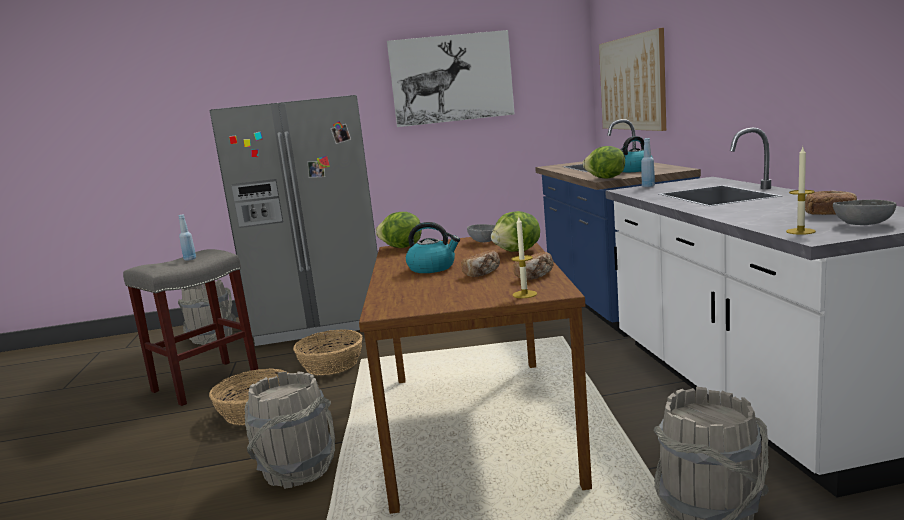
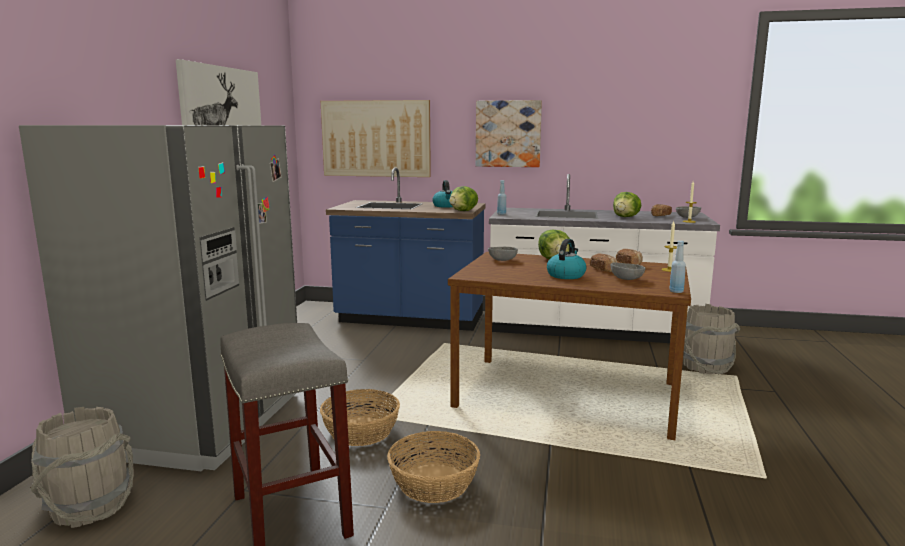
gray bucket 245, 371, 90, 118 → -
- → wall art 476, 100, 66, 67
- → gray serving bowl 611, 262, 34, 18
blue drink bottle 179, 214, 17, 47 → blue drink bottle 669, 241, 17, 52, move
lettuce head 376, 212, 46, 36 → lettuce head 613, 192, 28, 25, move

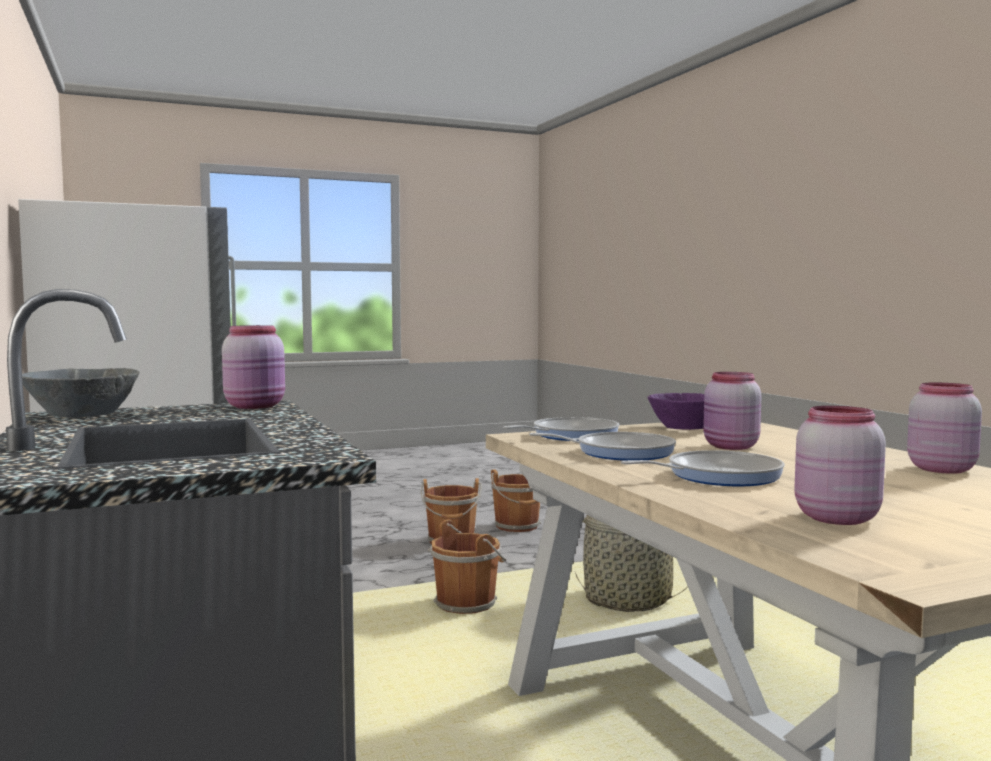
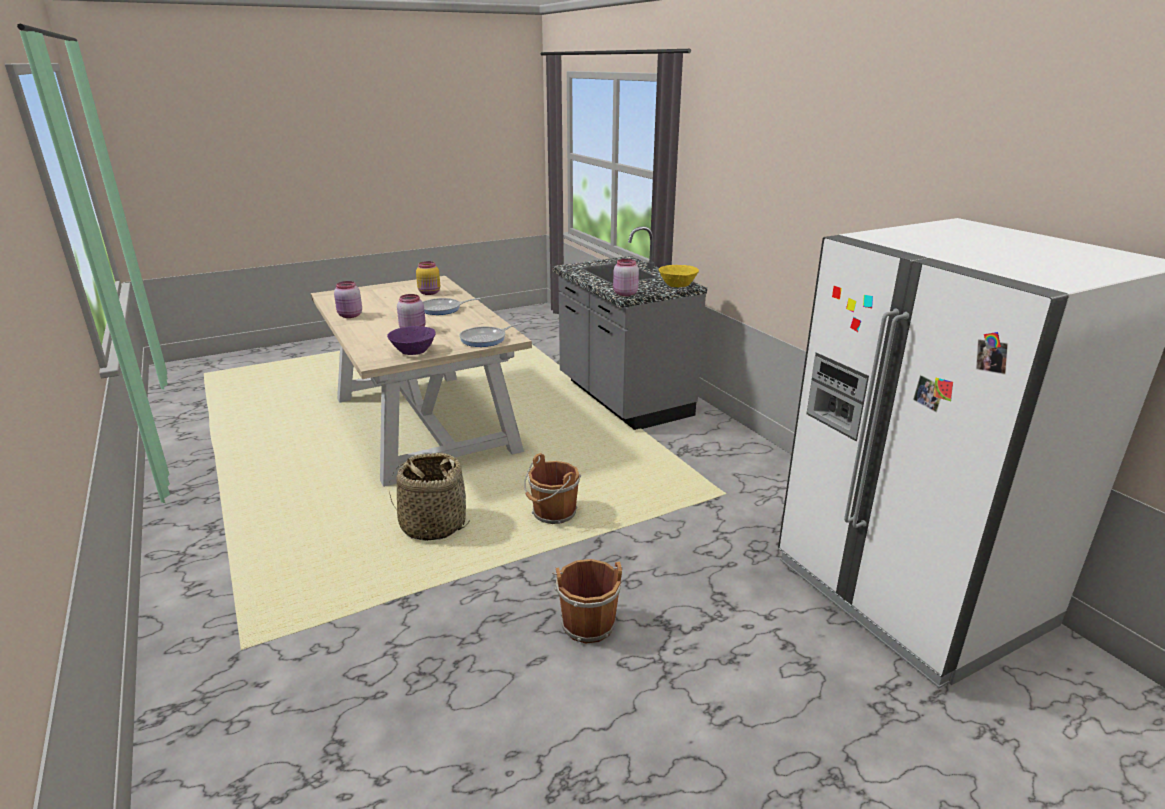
brownish bucket 491, 469, 50, 63 → -
skillet 529, 432, 147, 29 → -
gray serving bowl 22, 368, 118, 49 → yellow serving bowl 659, 265, 40, 22
pink jar 794, 406, 92, 119 → yellow jar 416, 261, 24, 34

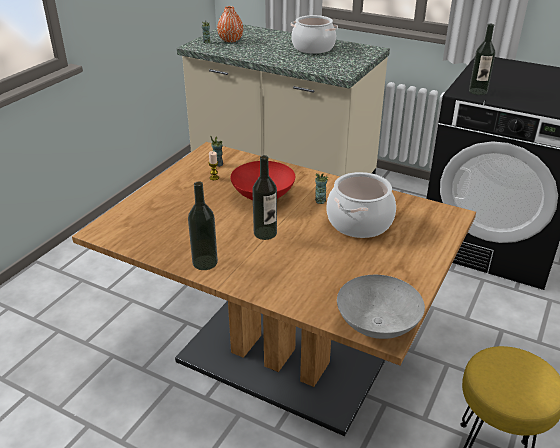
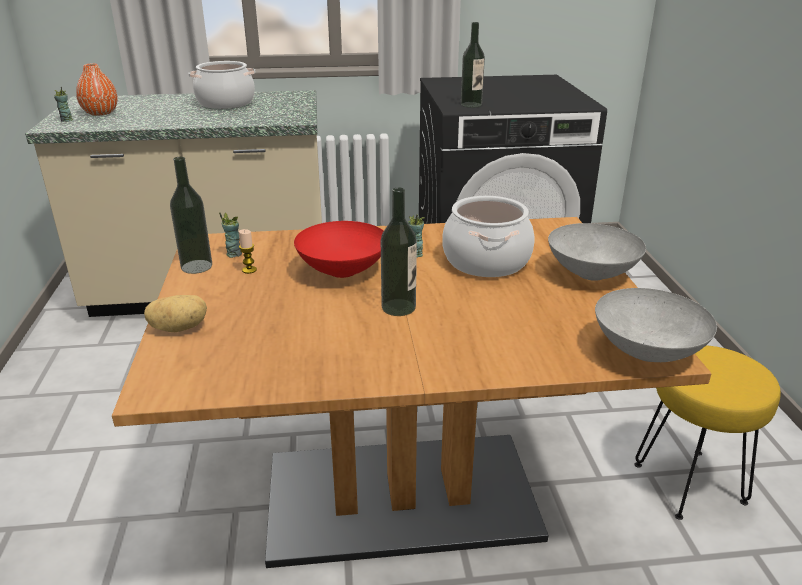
- → whole potato 144, 295, 63, 37
- → gray serving bowl 548, 223, 98, 58
drink bottle 188, 182, 30, 88 → drink bottle 170, 157, 42, 117, move

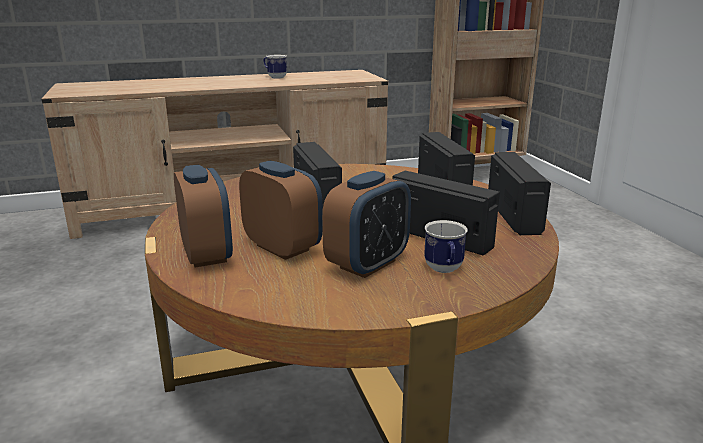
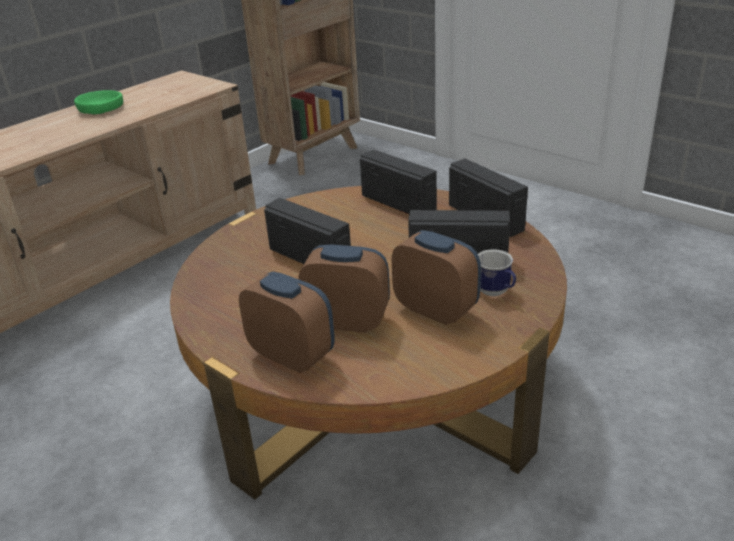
tea mug 263, 55, 24, 24 → green-coloured serving bowl 74, 90, 49, 24
alarm clock 322, 171, 89, 107 → alarm clock 392, 230, 89, 95, 60 degrees counterclockwise

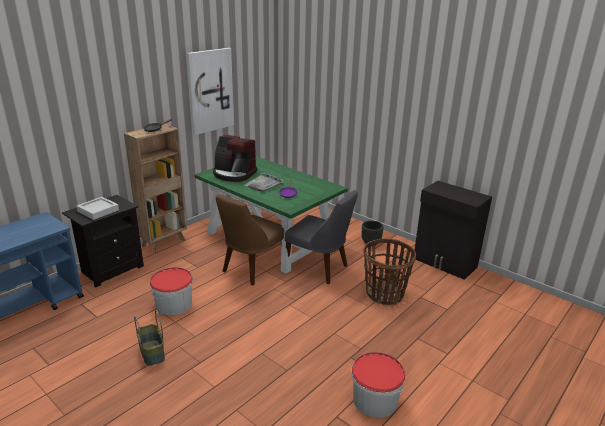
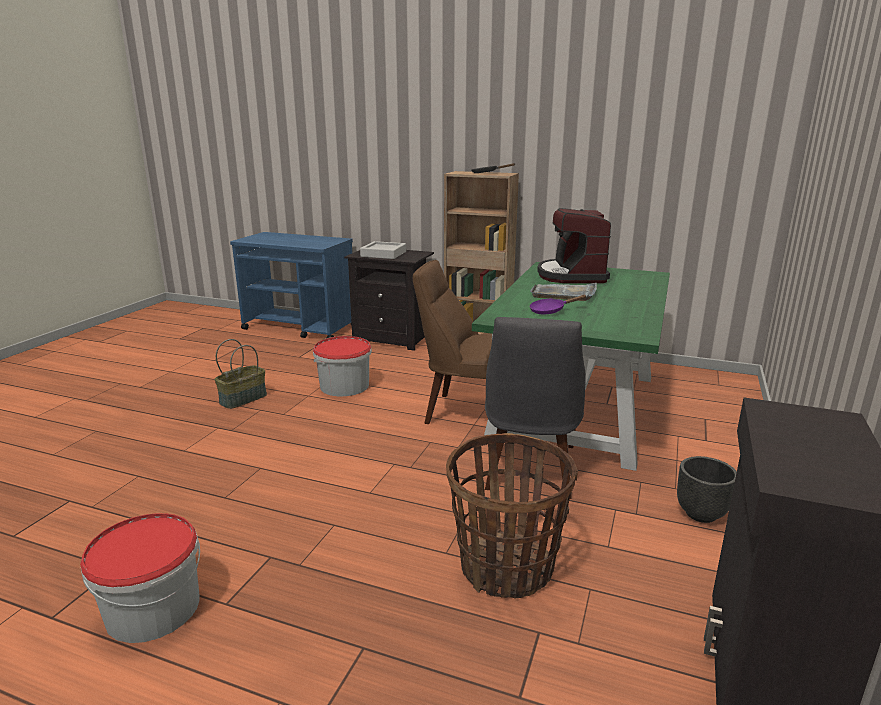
wall art 187, 48, 47, 87 → -

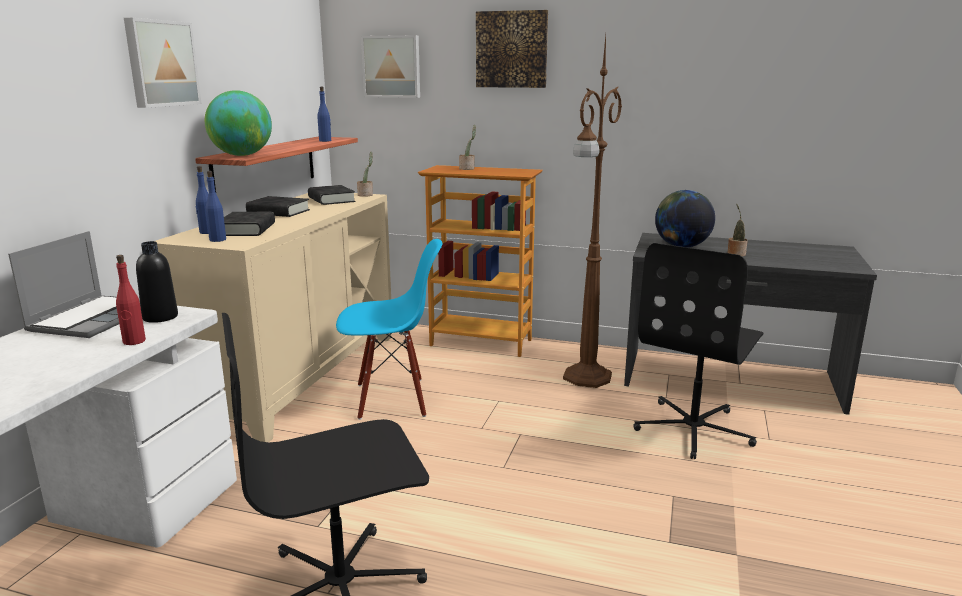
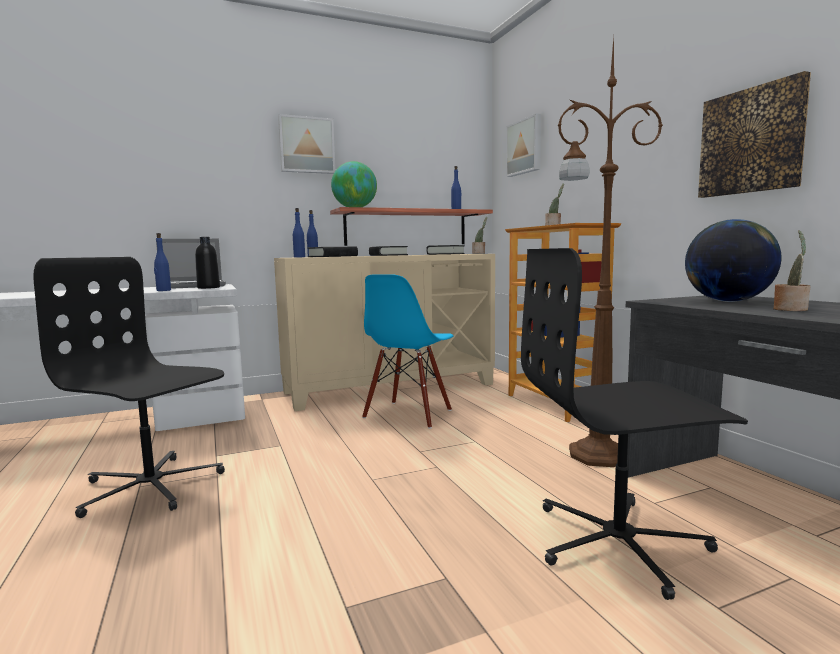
wall art 476, 10, 72, 78 → wall art 698, 71, 113, 127, move
red drink bottle 116, 255, 30, 90 → blue drink bottle 154, 233, 17, 58
blue chair 336, 239, 107, 181 → blue chair 362, 274, 92, 155, 75 degrees clockwise

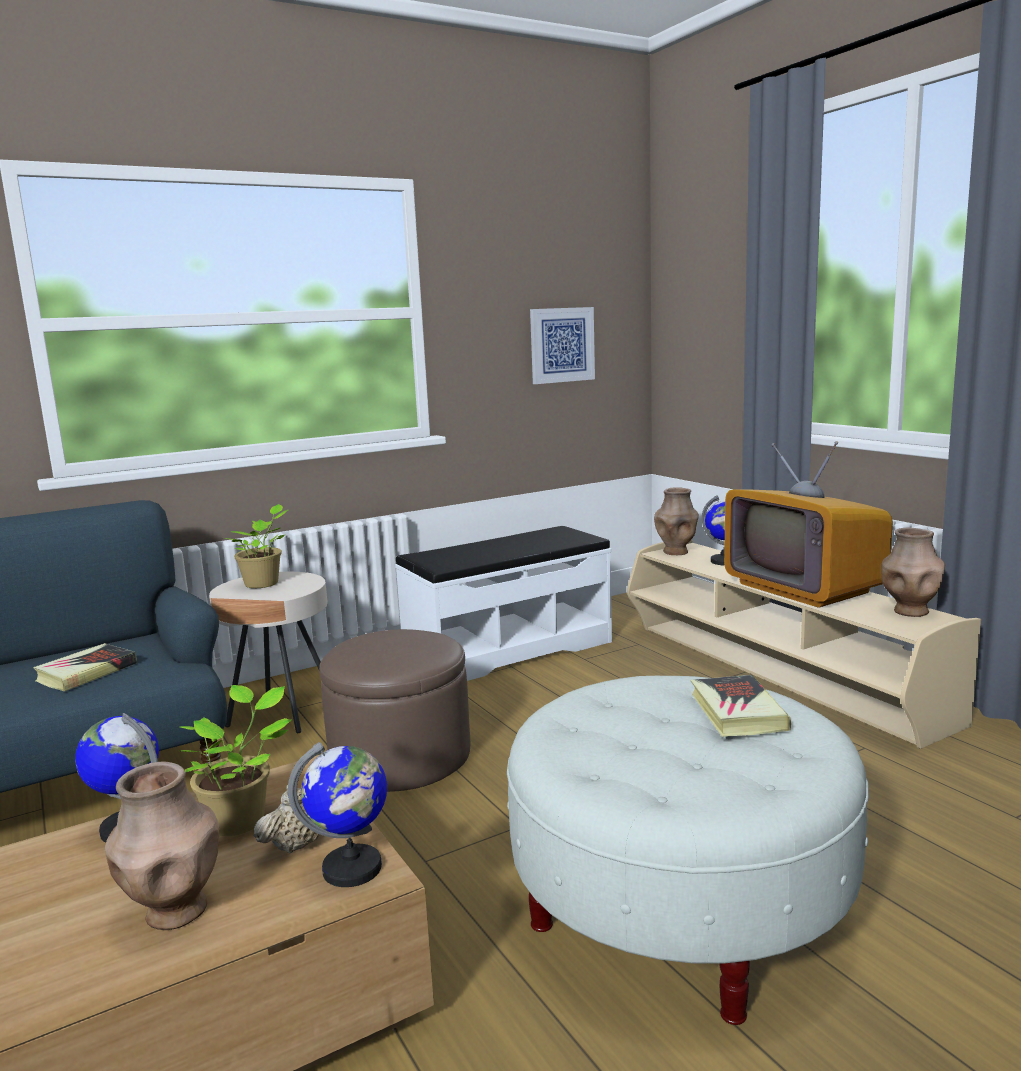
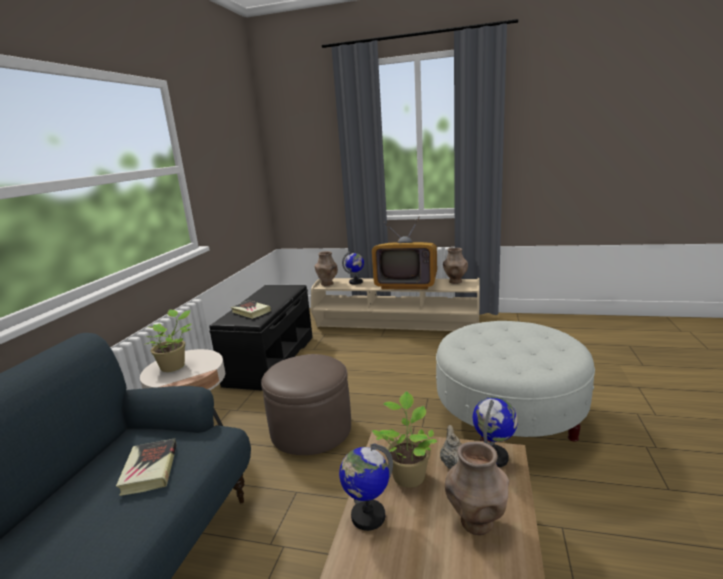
wall art 530, 307, 65, 77 → -
bound book 691, 675, 100, 62 → bound book 231, 300, 40, 19, move
whitish indoor bench 395, 526, 217, 155 → black indoor bench 209, 285, 104, 106

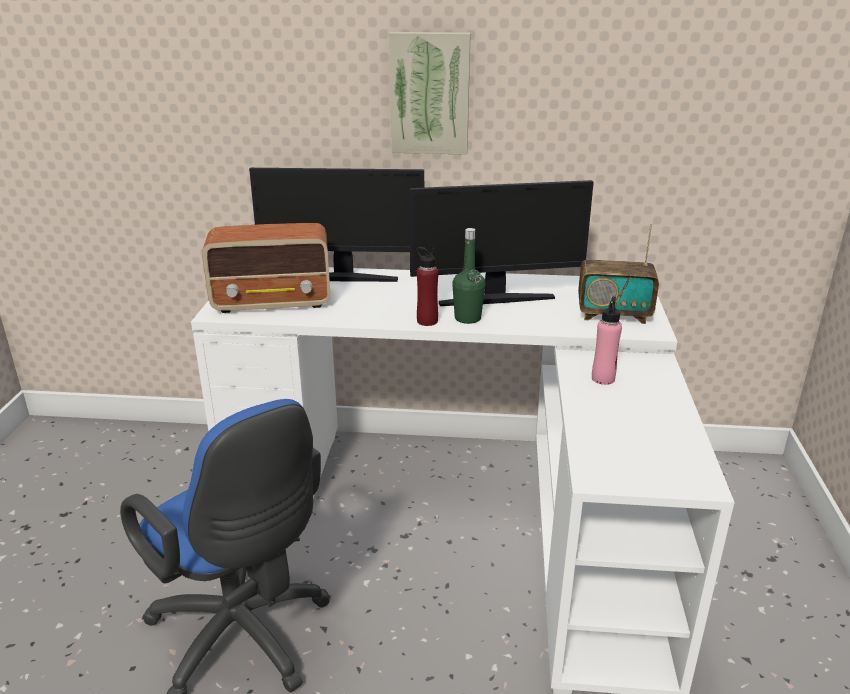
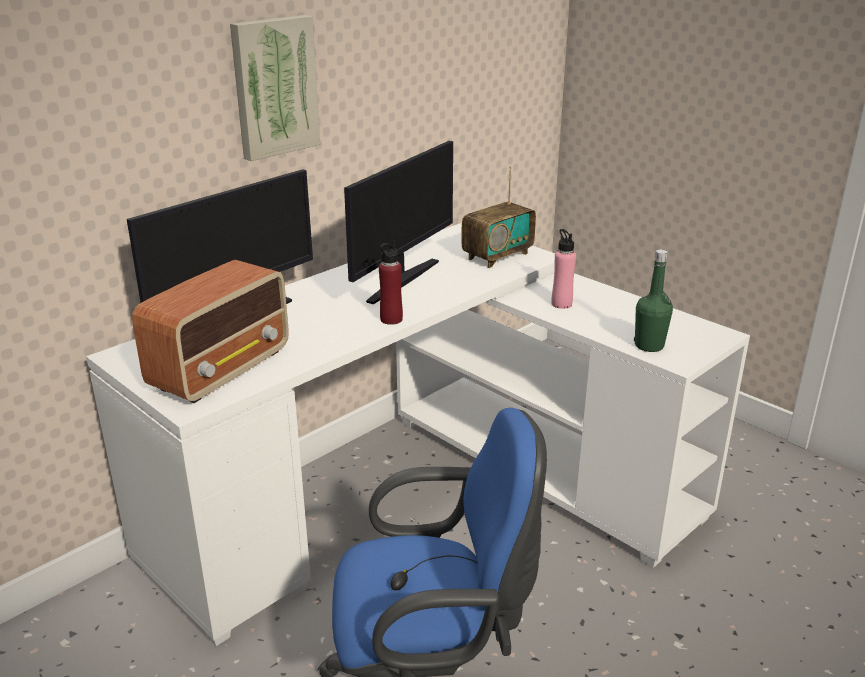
green-coloured drink bottle 452, 228, 33, 96 → green-coloured drink bottle 634, 249, 39, 103, move

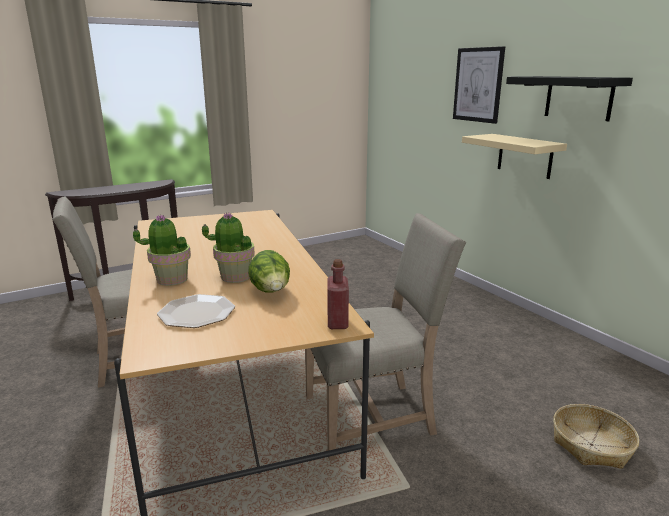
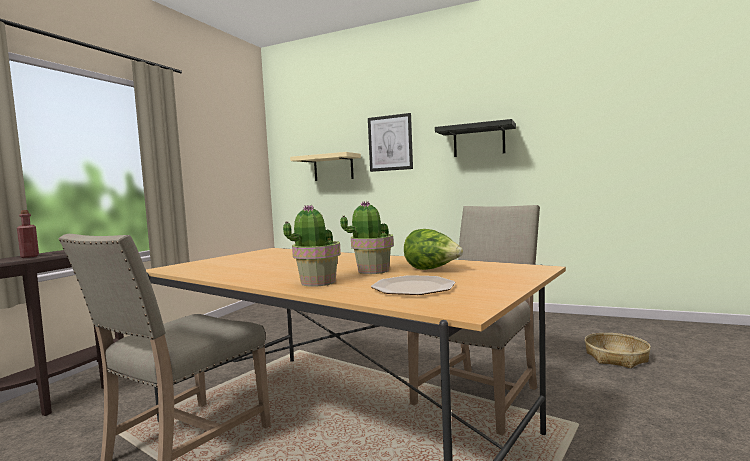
red drink bottle 327, 259, 22, 70 → red drink bottle 17, 210, 22, 48, move
beige-coloured bracket shelf 462, 134, 105, 45 → beige-coloured bracket shelf 290, 152, 71, 29, move

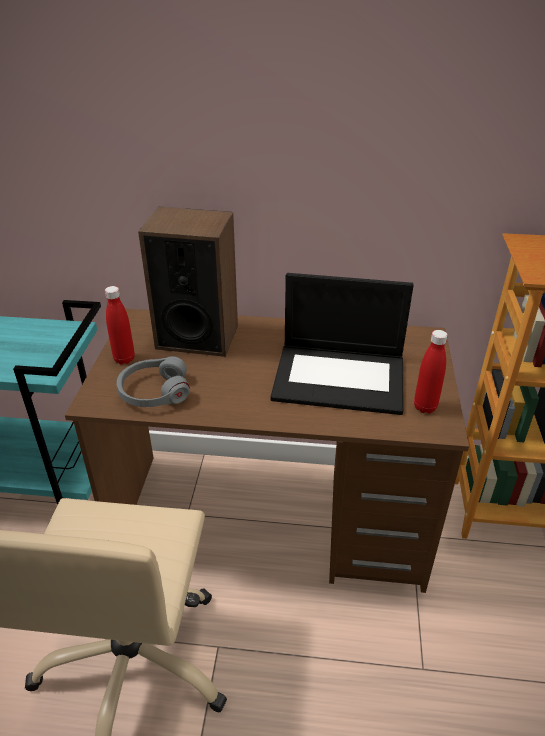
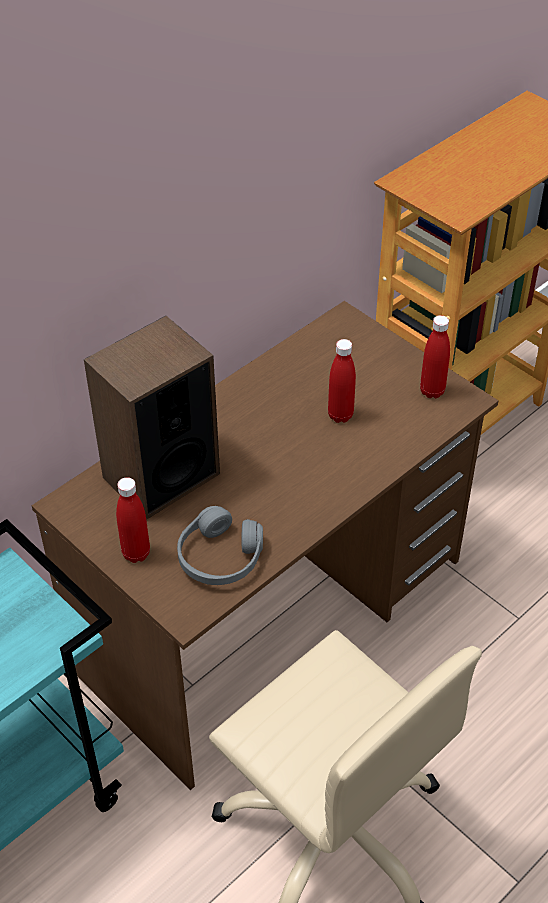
laptop 270, 273, 143, 142 → red drink bottle 328, 339, 28, 84

